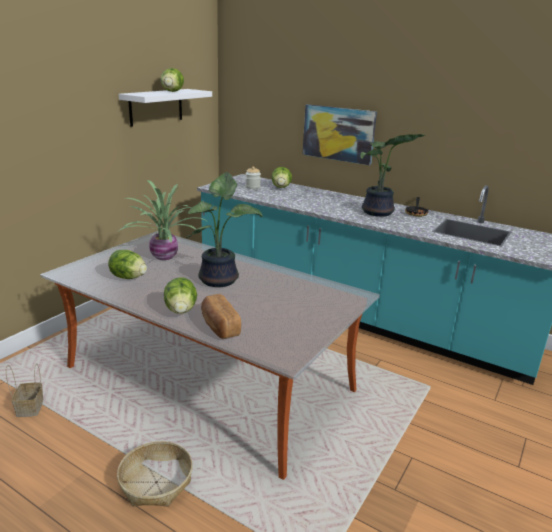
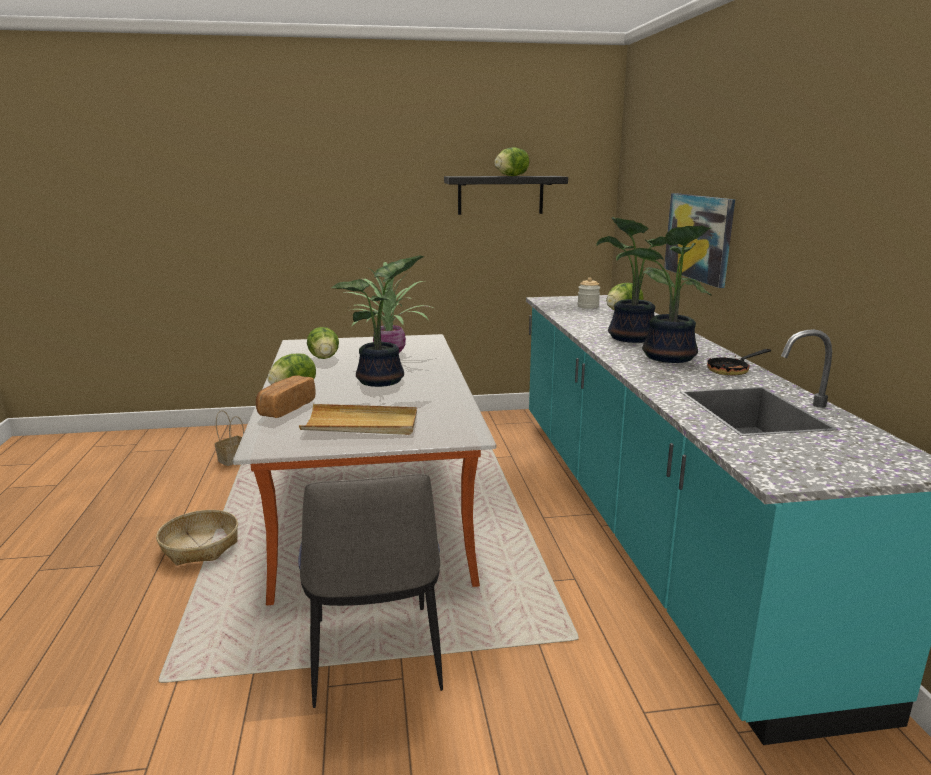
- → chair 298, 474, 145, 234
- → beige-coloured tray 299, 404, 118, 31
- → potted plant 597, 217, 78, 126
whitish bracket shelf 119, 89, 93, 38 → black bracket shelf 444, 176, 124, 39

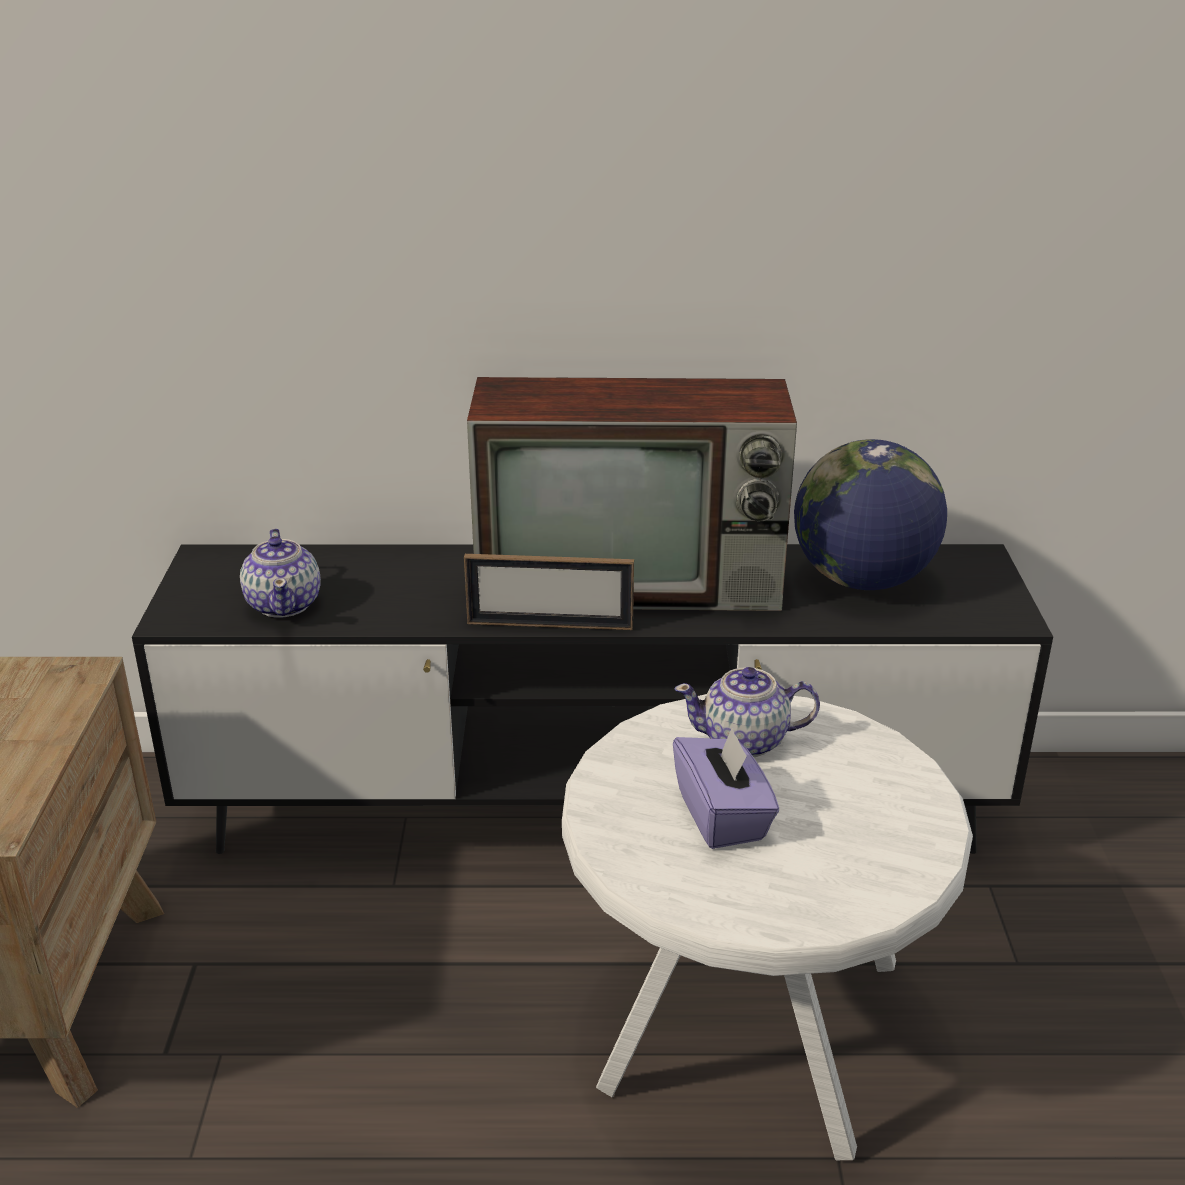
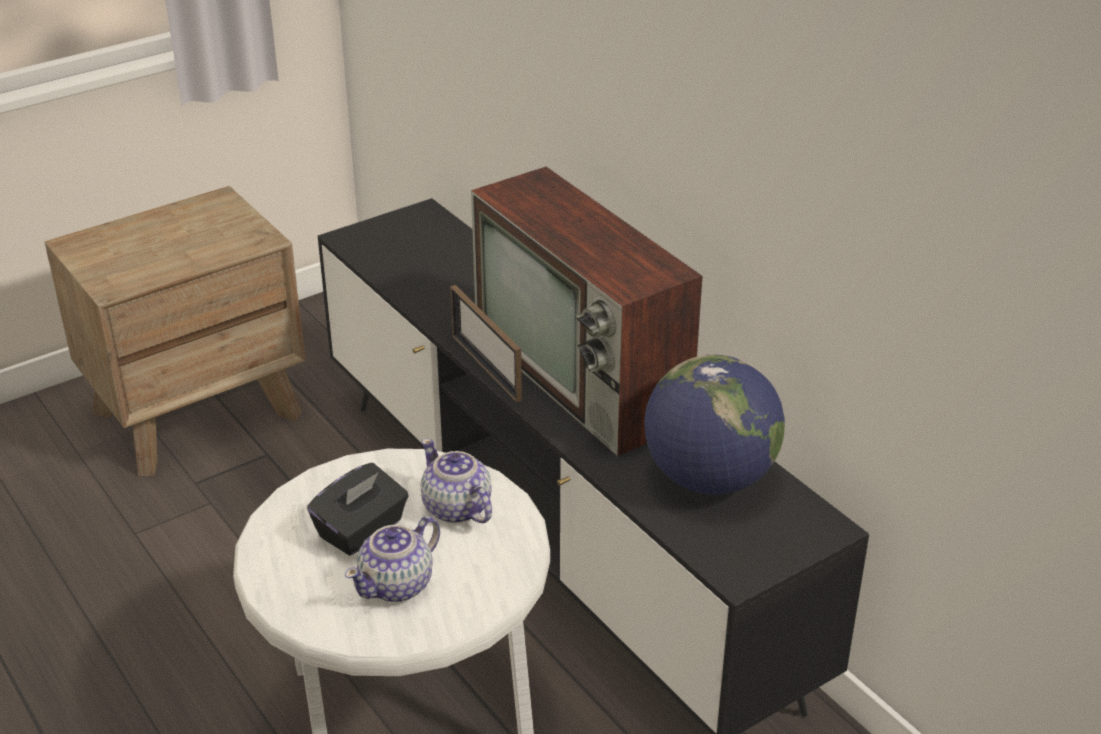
pot for tea 240, 529, 81, 89 → pot for tea 345, 516, 95, 86, move
purplish box of tissues 673, 726, 106, 123 → black box of tissues 307, 463, 102, 93

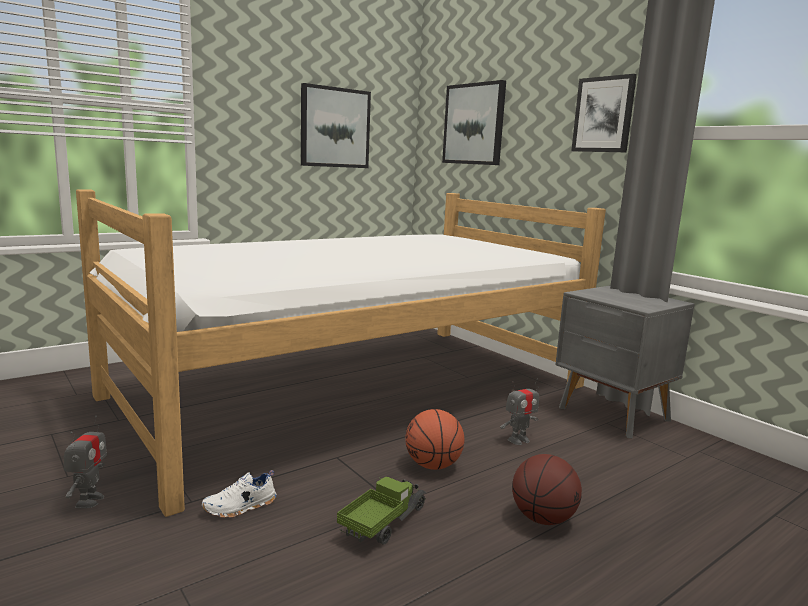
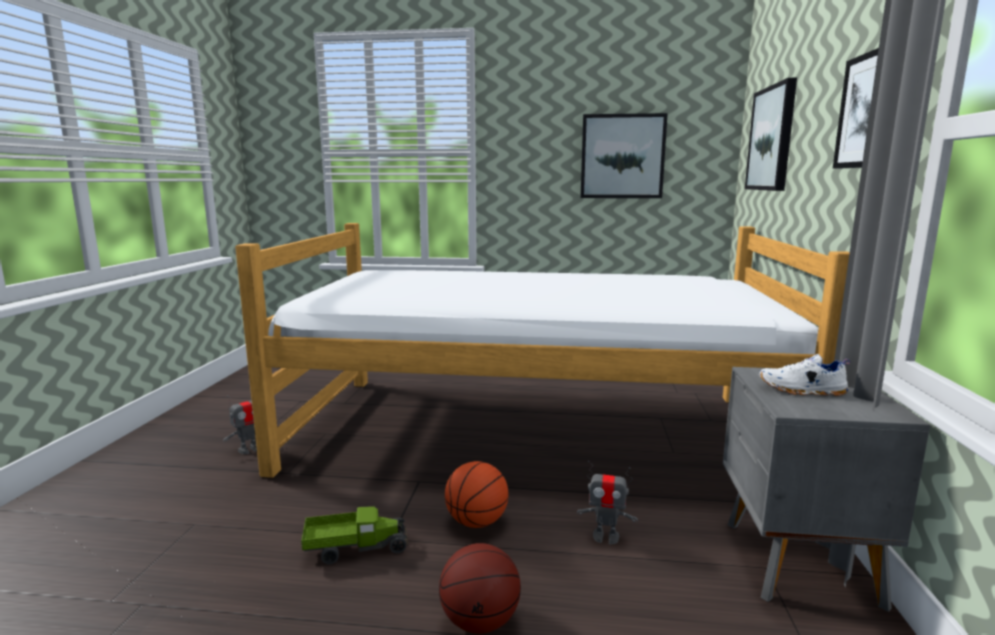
whitish shoe 202, 470, 75, 48 → whitish shoe 759, 354, 91, 42, move

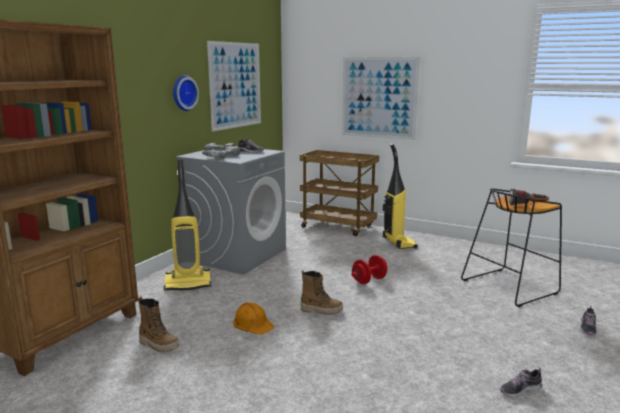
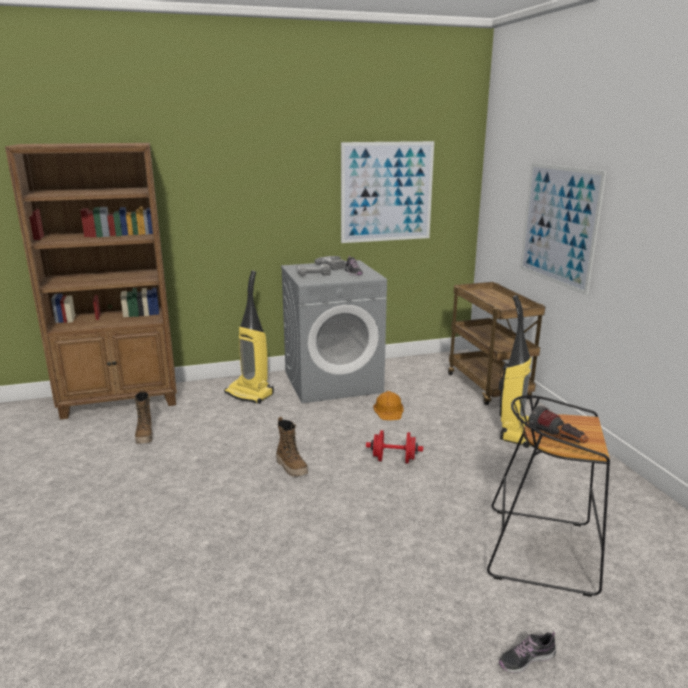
hanging clock 173, 75, 26, 36 → -
shoe 500, 368, 42, 29 → -
orangey hard hat 233, 302, 41, 32 → orangey hard hat 373, 391, 31, 29, move

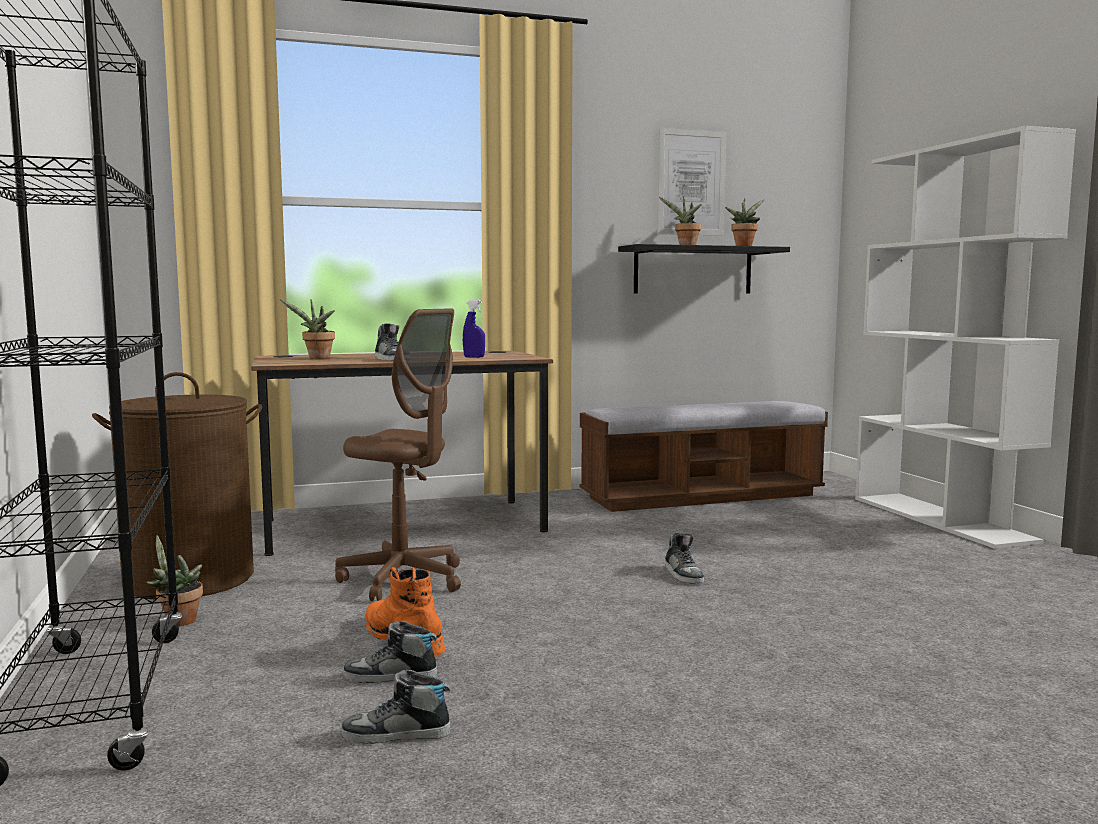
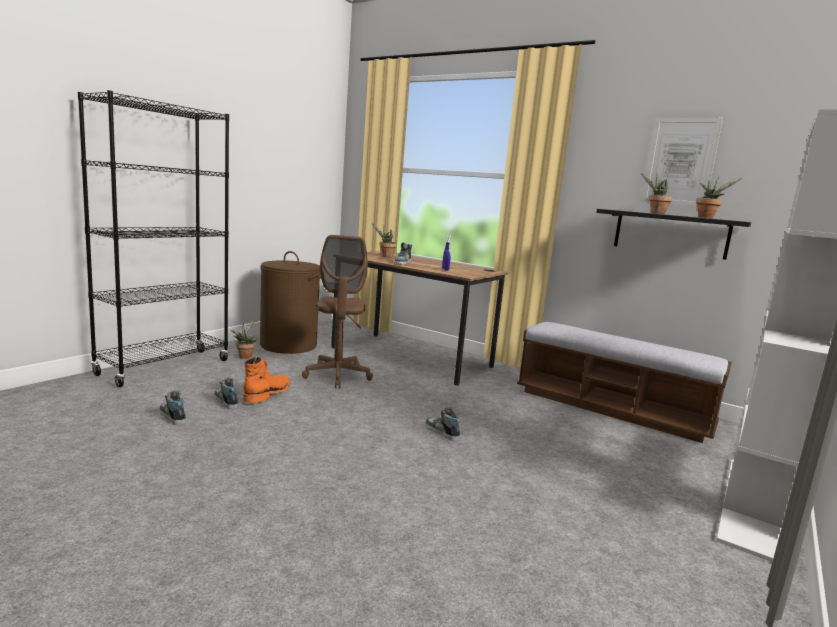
shoe 665, 533, 39, 50 → shoe 425, 407, 35, 34, 105 degrees clockwise

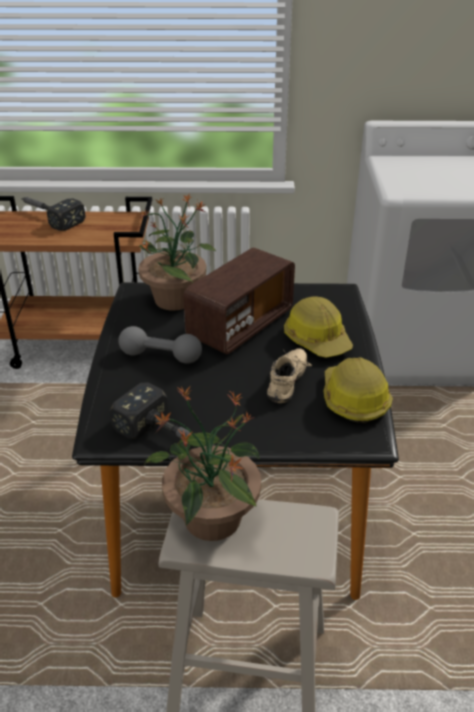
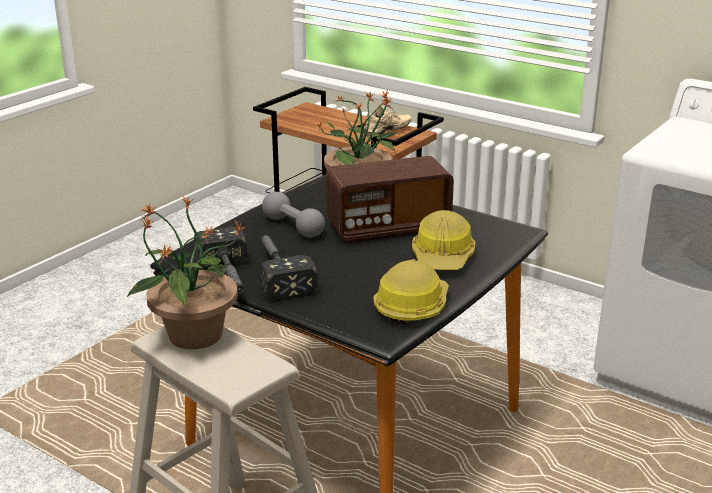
hand hammer 21, 197, 65, 34 → hand hammer 260, 235, 58, 66, move
beige-coloured shoe 267, 348, 45, 55 → beige-coloured shoe 364, 105, 47, 31, move

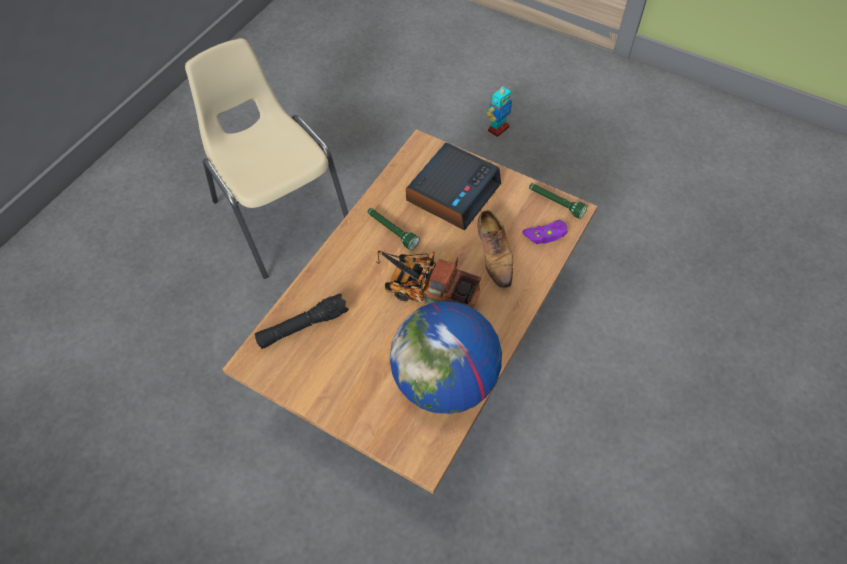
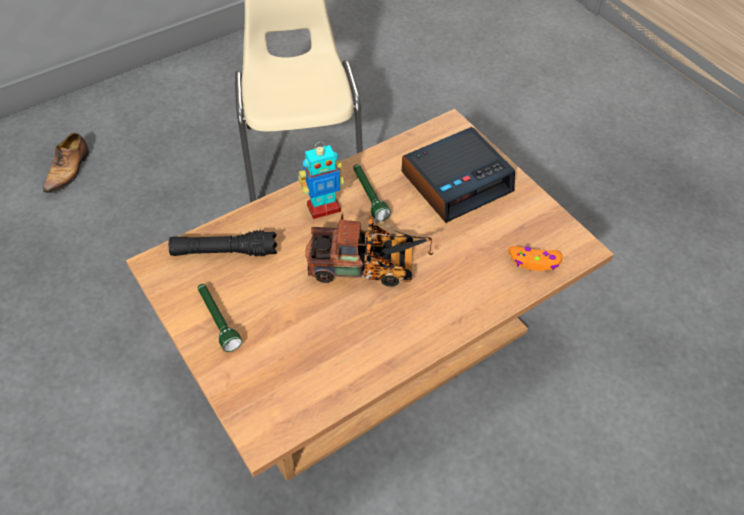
globe 390, 301, 112, 113 → -
shoe 477, 210, 36, 78 → shoe 43, 133, 46, 60, move
robot figure 487, 85, 25, 52 → robot figure 299, 142, 45, 77, move
green-coloured torch 529, 183, 59, 36 → green-coloured torch 198, 284, 44, 68, move
purplish gamepad 522, 220, 46, 24 → orangey gamepad 508, 246, 55, 25
model truck 376, 251, 105, 57 → model truck 305, 213, 129, 74, 135 degrees clockwise

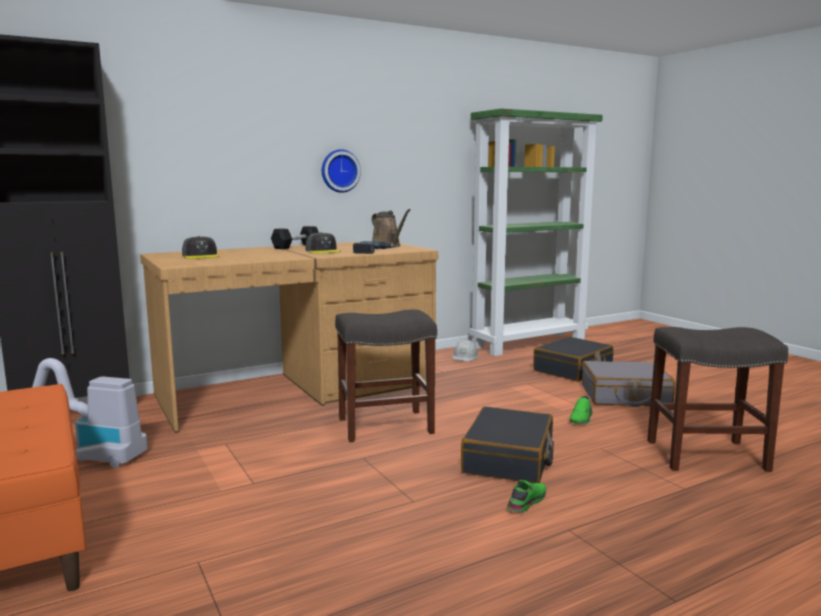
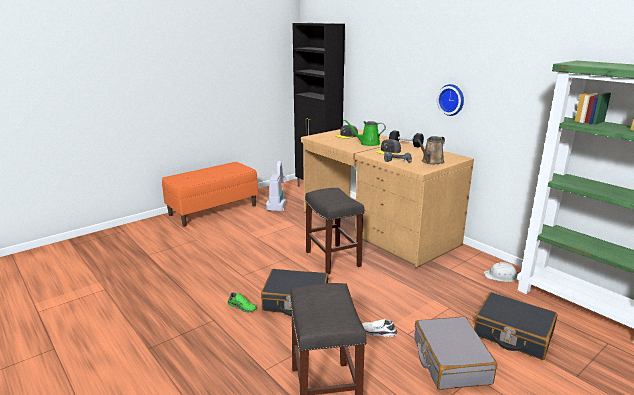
- → green-coloured sprinkling can 344, 120, 42, 26
green-coloured shoe 570, 396, 23, 28 → whitish shoe 362, 319, 35, 18

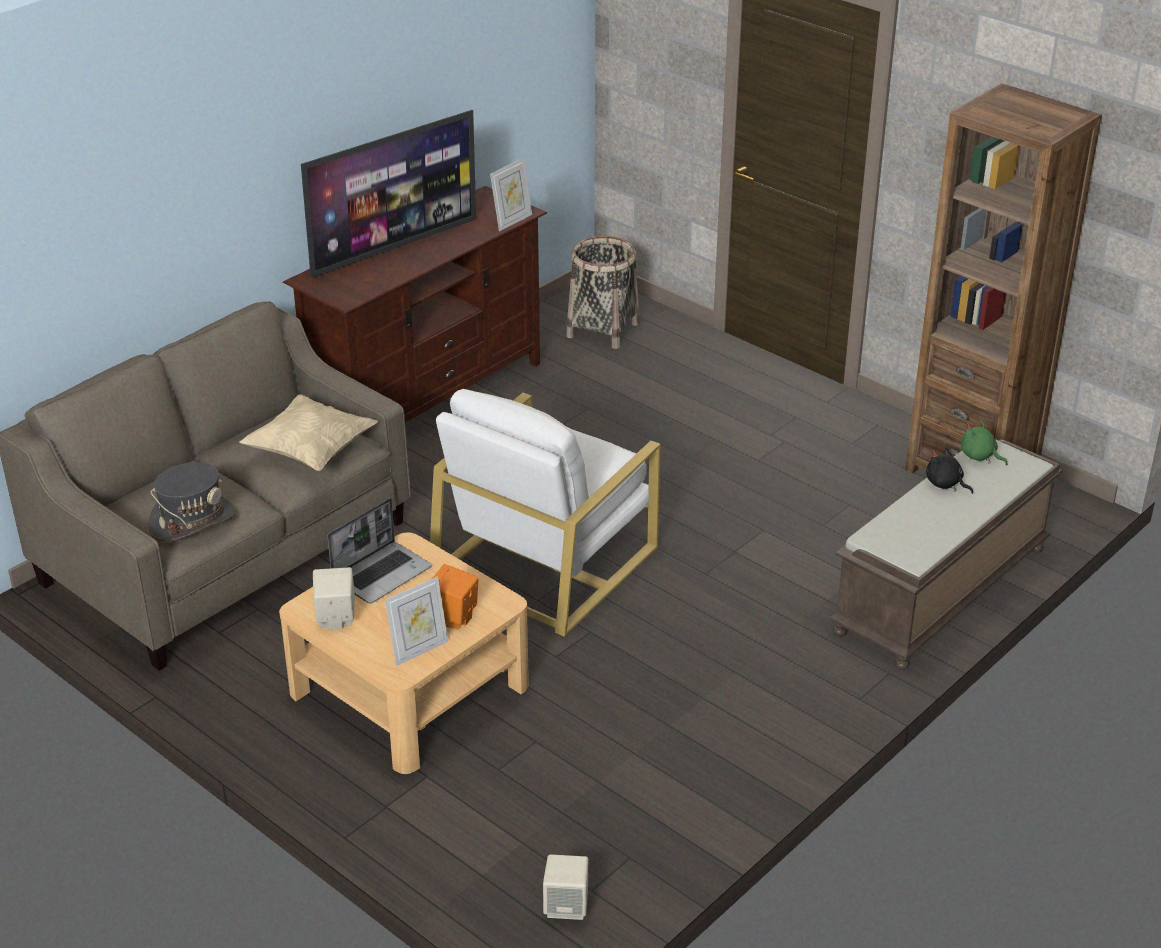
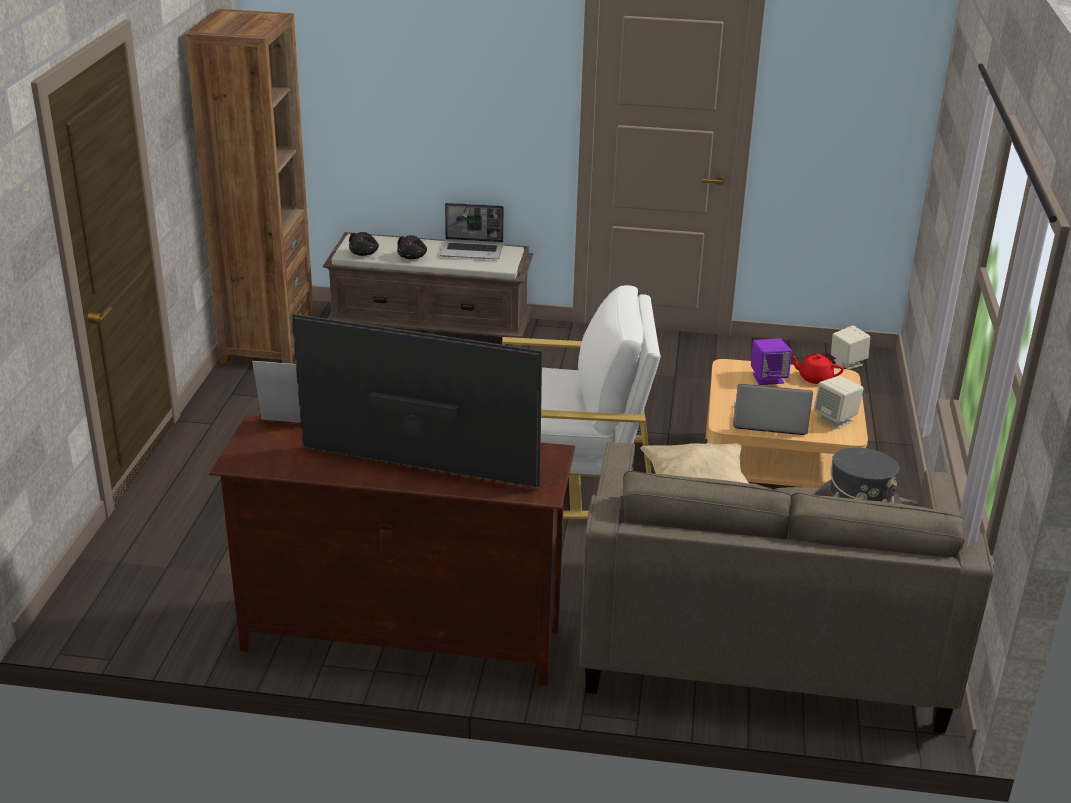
basket 566, 236, 73, 113 → -
- → laptop 440, 203, 64, 56
picture frame 385, 576, 63, 90 → red pot for tea 791, 354, 53, 30
orangey loudspeaker 432, 564, 46, 66 → purplish loudspeaker 751, 338, 41, 47
green-coloured soft toy 961, 420, 47, 45 → black soft toy 349, 232, 30, 24

